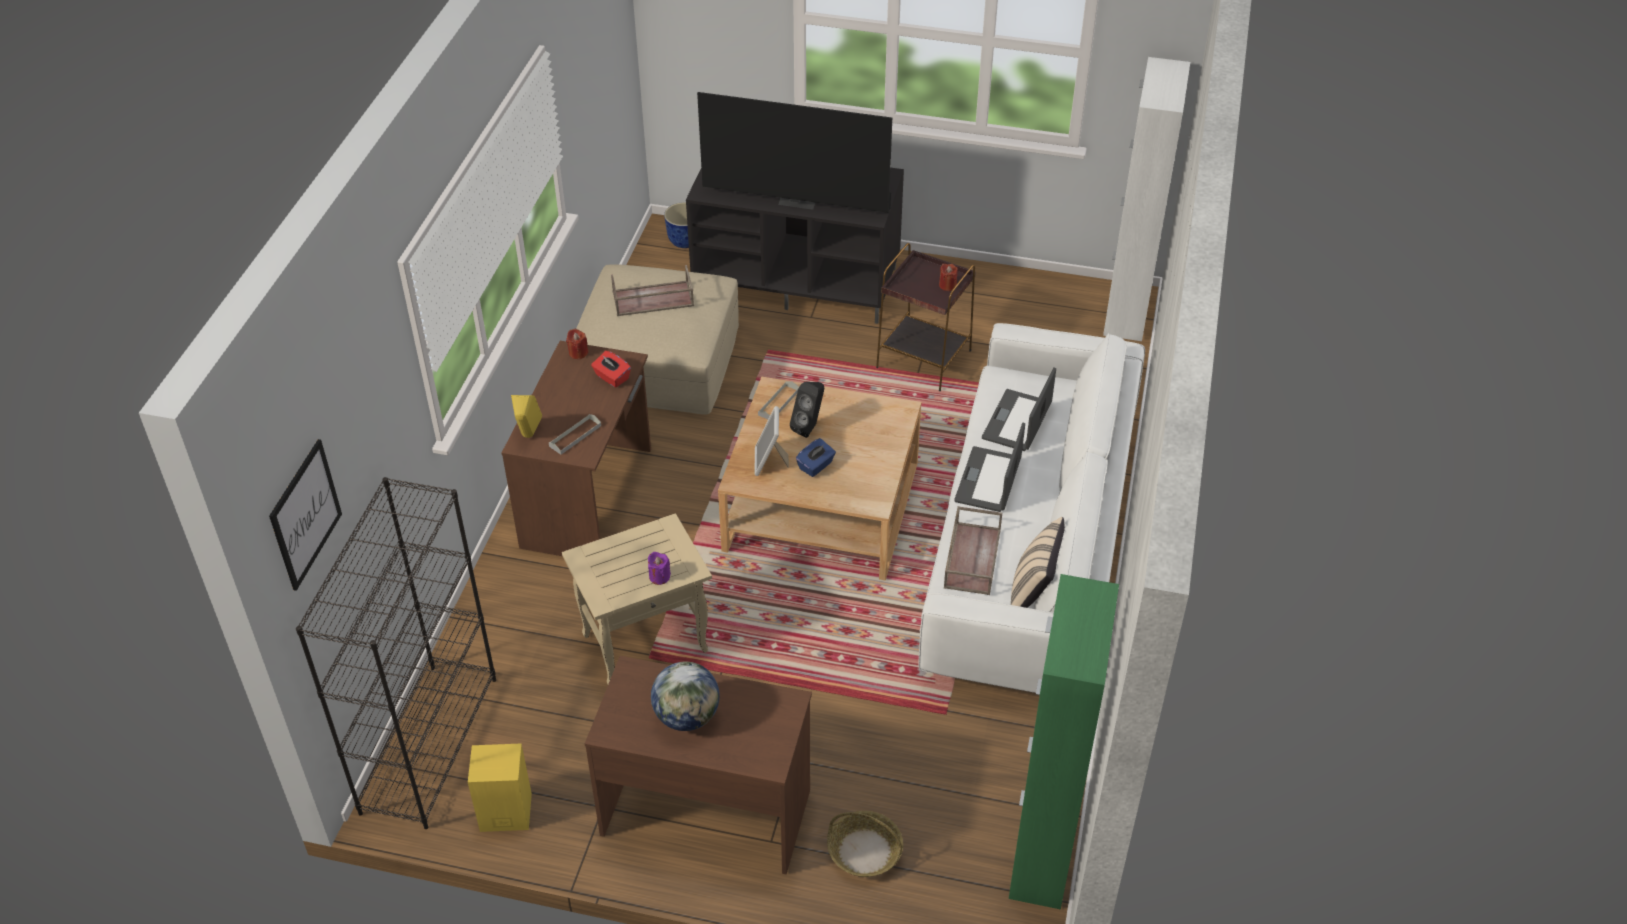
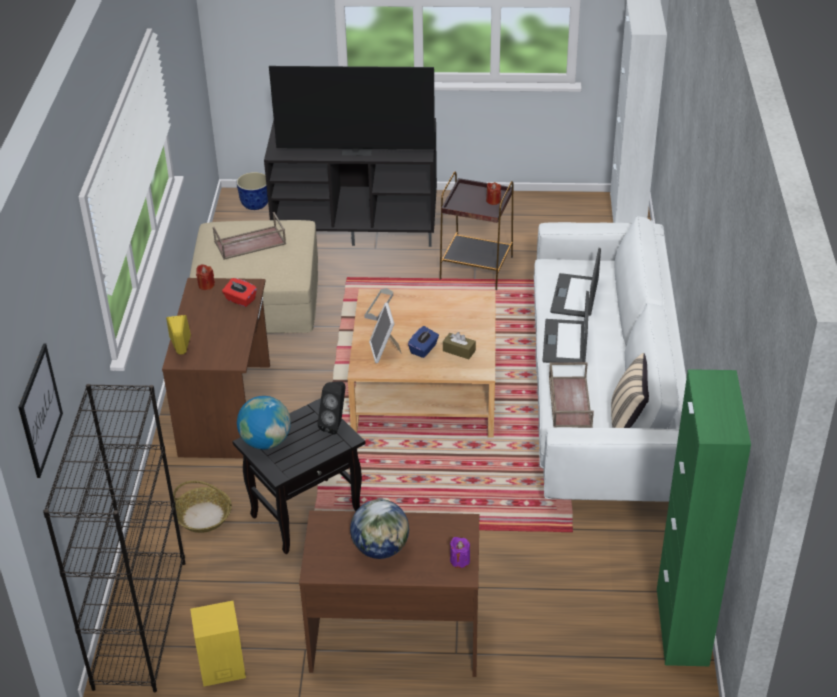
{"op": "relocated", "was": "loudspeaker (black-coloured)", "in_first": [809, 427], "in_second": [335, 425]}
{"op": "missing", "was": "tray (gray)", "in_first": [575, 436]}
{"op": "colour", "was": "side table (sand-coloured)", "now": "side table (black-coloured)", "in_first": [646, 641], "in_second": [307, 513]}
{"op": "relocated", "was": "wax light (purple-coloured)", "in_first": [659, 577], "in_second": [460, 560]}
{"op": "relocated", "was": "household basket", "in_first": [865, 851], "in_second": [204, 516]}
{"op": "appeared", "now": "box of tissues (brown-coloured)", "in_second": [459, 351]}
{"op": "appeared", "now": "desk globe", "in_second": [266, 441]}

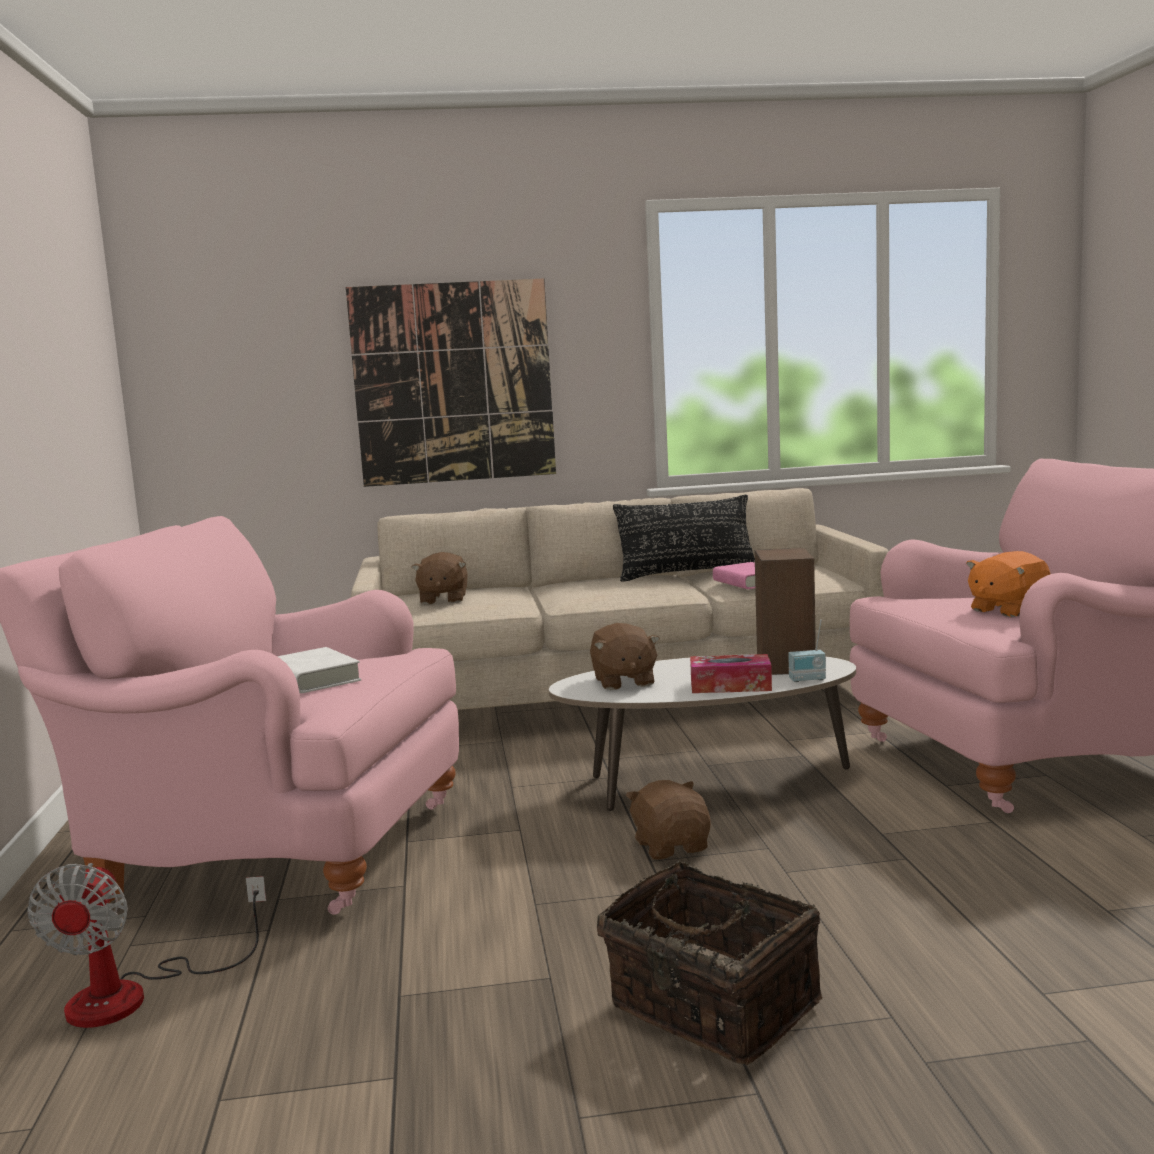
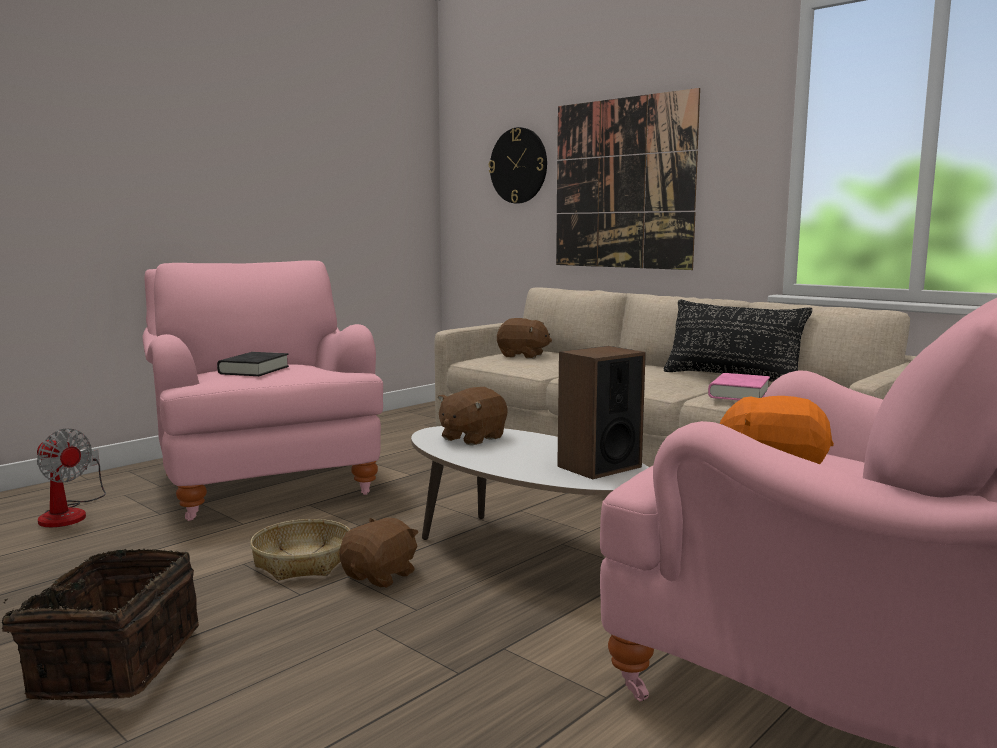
{"op": "spun", "was": "soft toy (brown-coloured)", "in_first": [442, 599], "in_second": [522, 356], "clockwise": -120}
{"op": "missing", "was": "radio receiver", "in_first": [807, 680]}
{"op": "colour", "was": "book (white)", "now": "book (black-coloured)", "in_first": [313, 679], "in_second": [254, 370]}
{"op": "missing", "was": "box of tissues", "in_first": [730, 686]}
{"op": "spun", "was": "fan", "in_first": [134, 994], "in_second": [69, 513], "clockwise": -105}
{"op": "appeared", "now": "hanging clock", "in_second": [518, 165]}
{"op": "appeared", "now": "household basket", "in_second": [302, 562]}

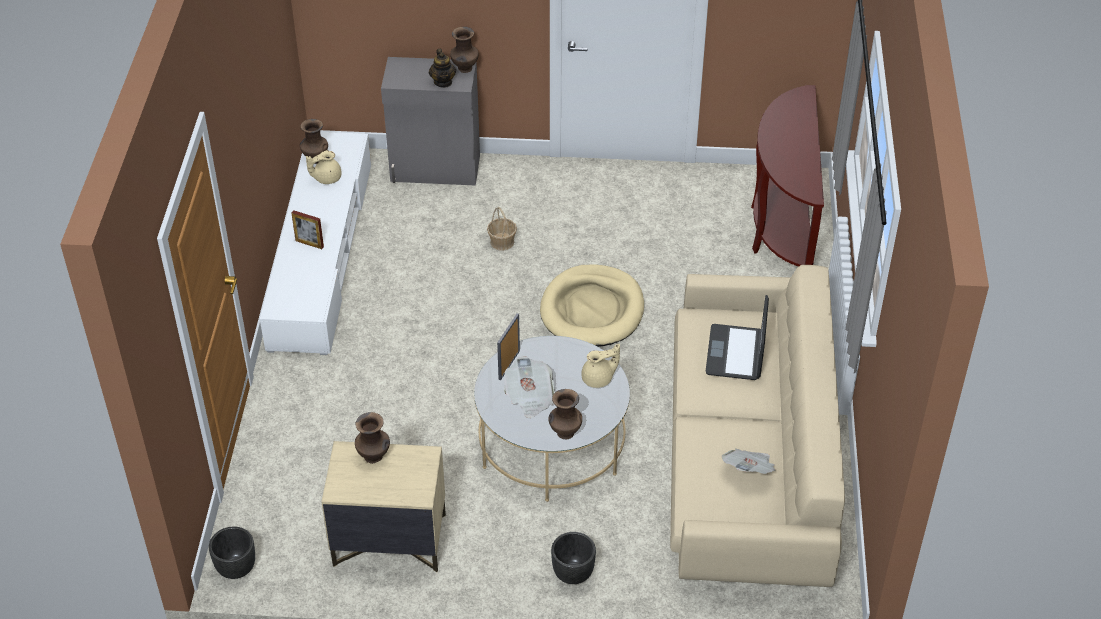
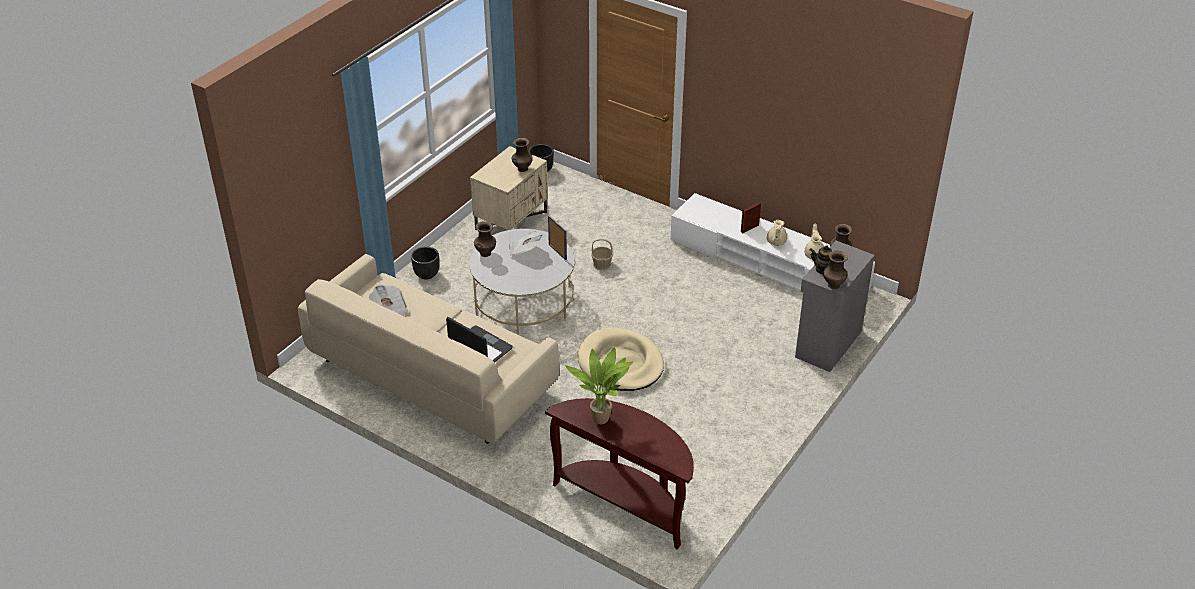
{"op": "relocated", "was": "household basket", "in_first": [502, 242], "in_second": [602, 264]}
{"op": "relocated", "was": "pot for tea (sand-coloured)", "in_first": [599, 379], "in_second": [776, 242]}
{"op": "appeared", "now": "houseplant", "in_second": [602, 418]}

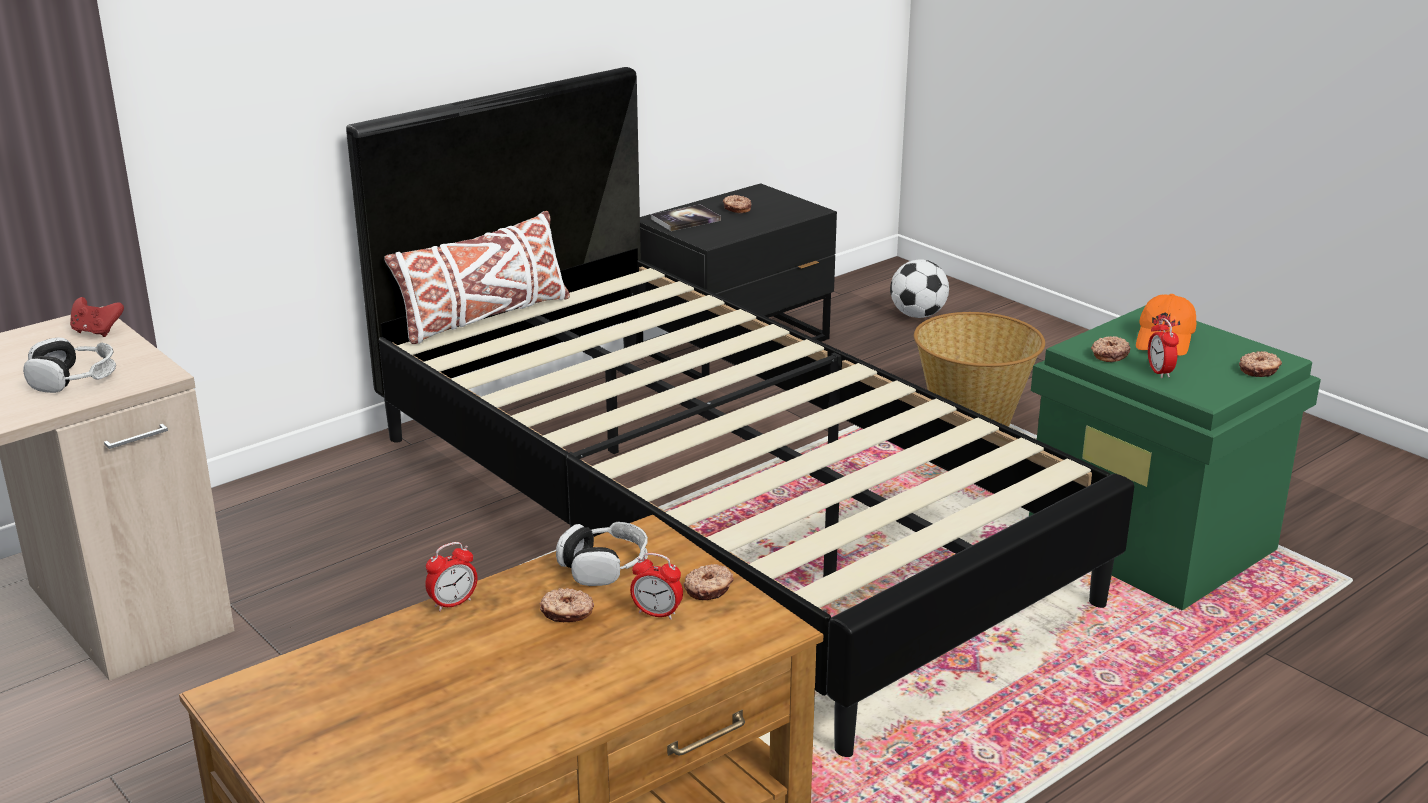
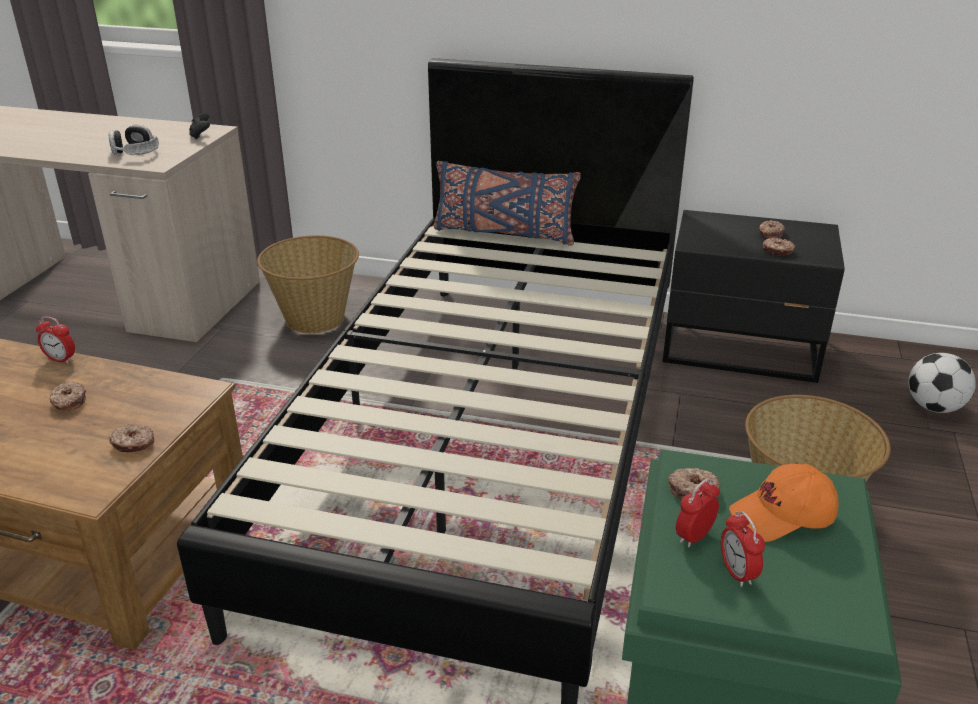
{"op": "missing", "was": "book", "in_first": [685, 219]}
{"op": "colour", "was": "cushion (white)", "now": "cushion (blue-coloured)", "in_first": [484, 317], "in_second": [503, 233]}
{"op": "colour", "was": "game controller (red)", "now": "game controller (black-coloured)", "in_first": [97, 332], "in_second": [201, 136]}
{"op": "relocated", "was": "donut", "in_first": [1259, 370], "in_second": [777, 251]}
{"op": "missing", "was": "headset", "in_first": [604, 566]}
{"op": "relocated", "was": "alarm clock", "in_first": [657, 613], "in_second": [737, 573]}
{"op": "appeared", "now": "household basket", "in_second": [315, 318]}

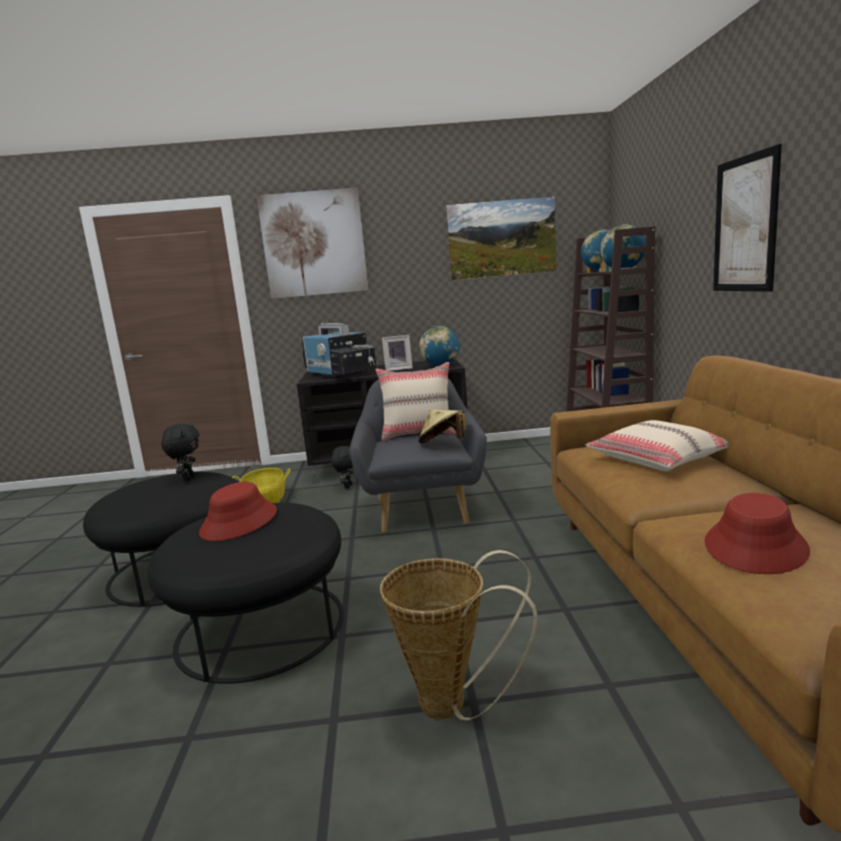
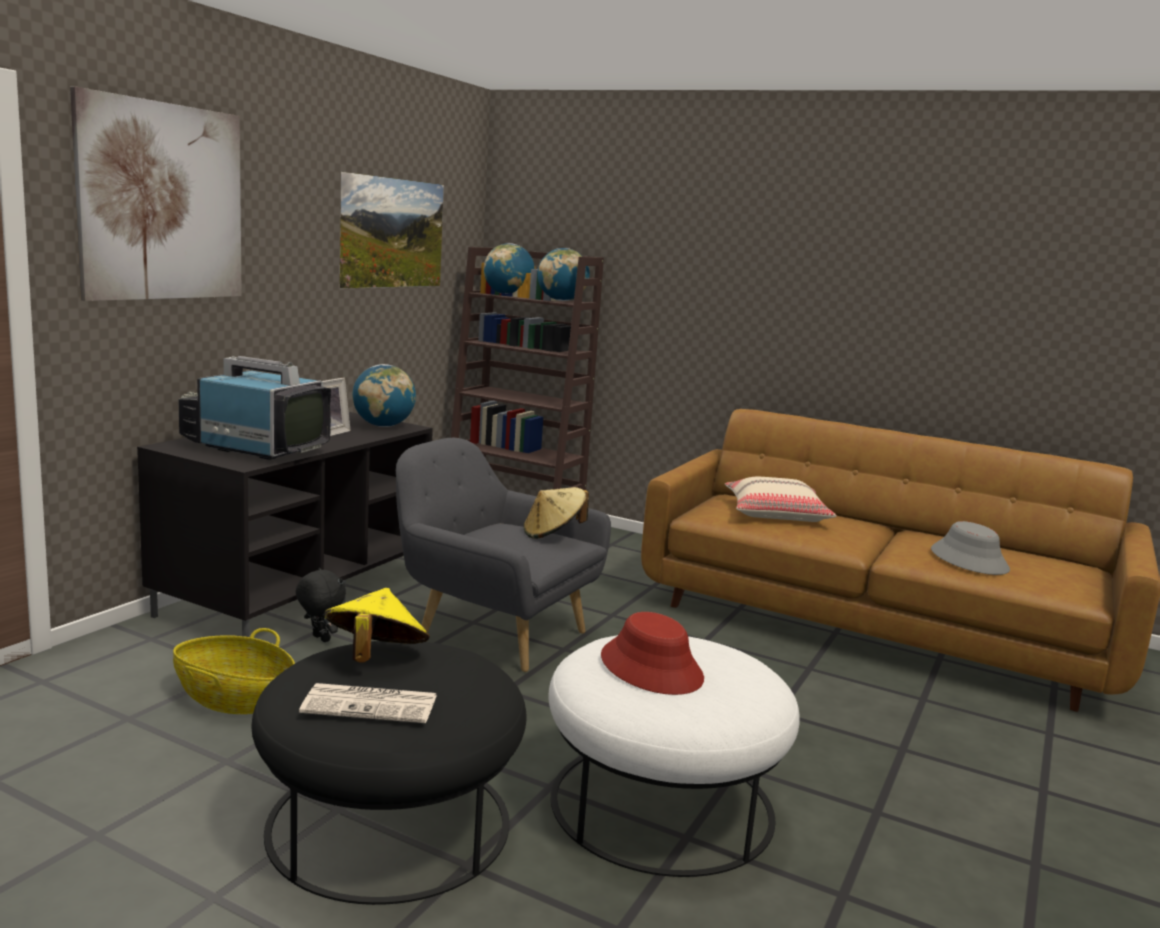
{"op": "missing", "was": "picture", "in_first": [745, 224]}
{"op": "spun", "was": "TV", "in_first": [340, 374], "in_second": [255, 448], "clockwise": -150}
{"op": "missing", "was": "cushion (sand-coloured)", "in_first": [418, 434]}
{"op": "exchanged", "was": "soft toy (black-coloured)", "now": "hat (yellowish)", "in_first": [188, 478], "in_second": [375, 657]}
{"op": "colour", "was": "hat (red)", "now": "hat (gray)", "in_first": [755, 547], "in_second": [969, 560]}
{"op": "colour", "was": "footrest (black-coloured)", "now": "footrest (white)", "in_first": [261, 626], "in_second": [661, 803]}
{"op": "missing", "was": "household basket", "in_first": [454, 704]}
{"op": "appeared", "now": "daily paper", "in_second": [372, 704]}

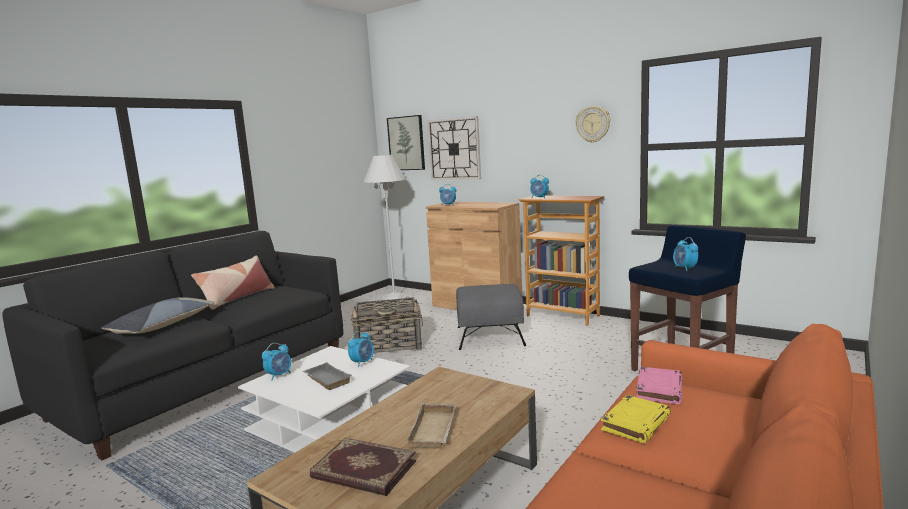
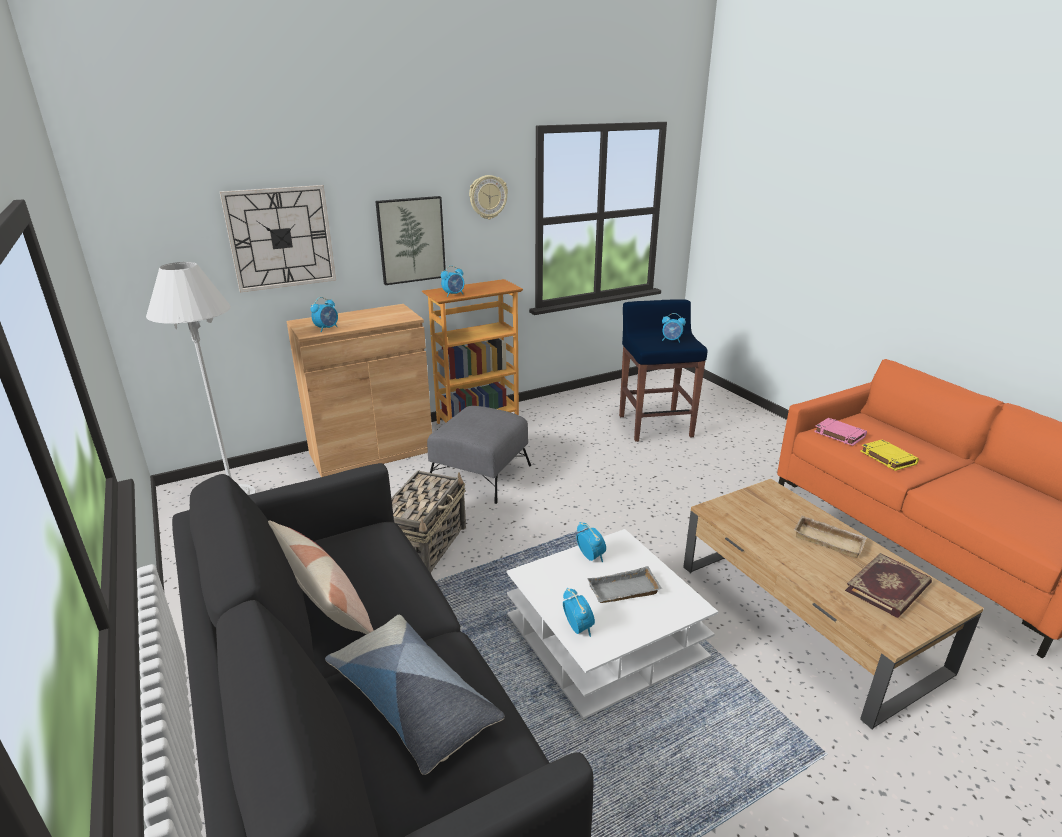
{"op": "relocated", "was": "picture", "in_first": [406, 143], "in_second": [411, 240]}

